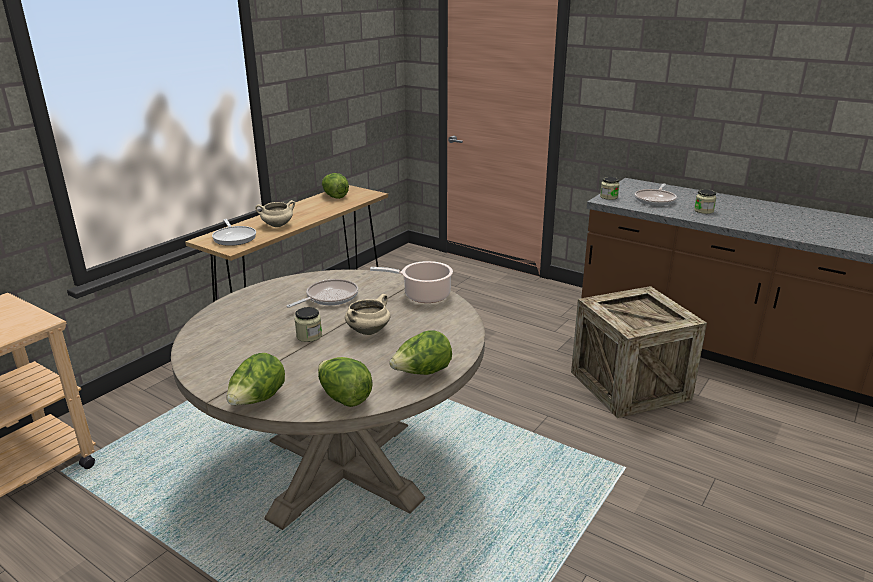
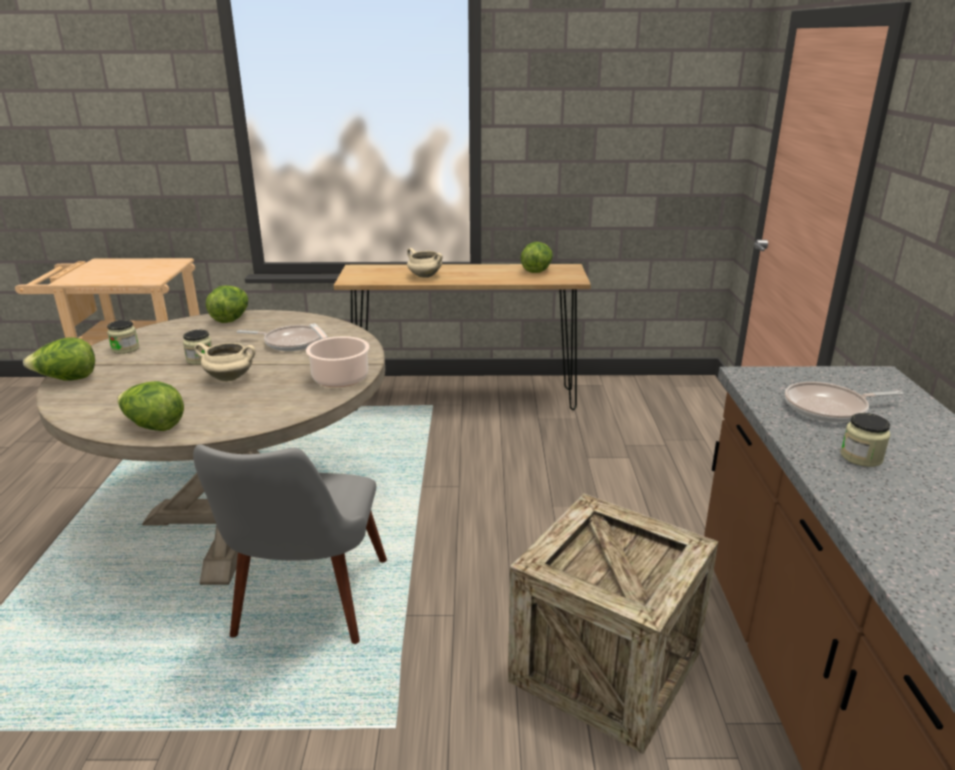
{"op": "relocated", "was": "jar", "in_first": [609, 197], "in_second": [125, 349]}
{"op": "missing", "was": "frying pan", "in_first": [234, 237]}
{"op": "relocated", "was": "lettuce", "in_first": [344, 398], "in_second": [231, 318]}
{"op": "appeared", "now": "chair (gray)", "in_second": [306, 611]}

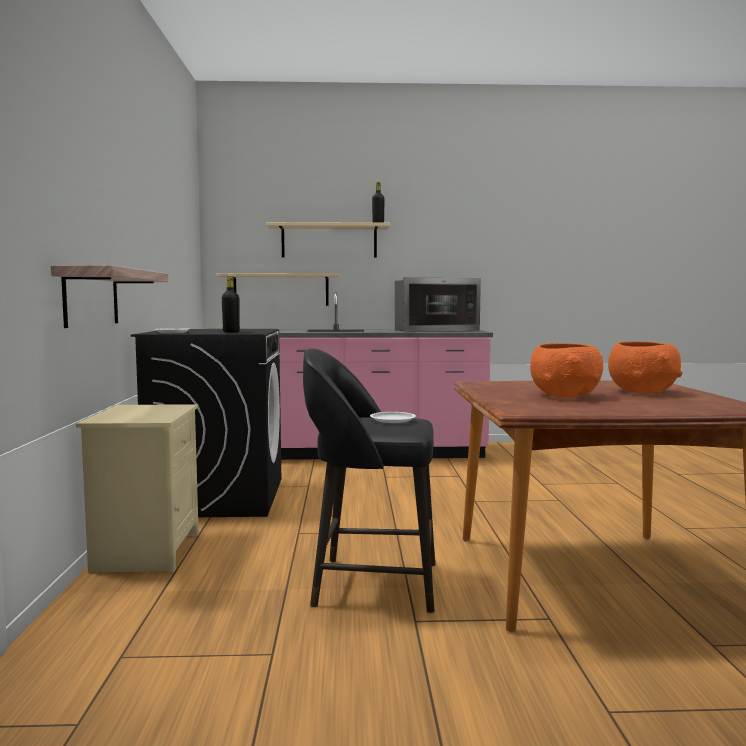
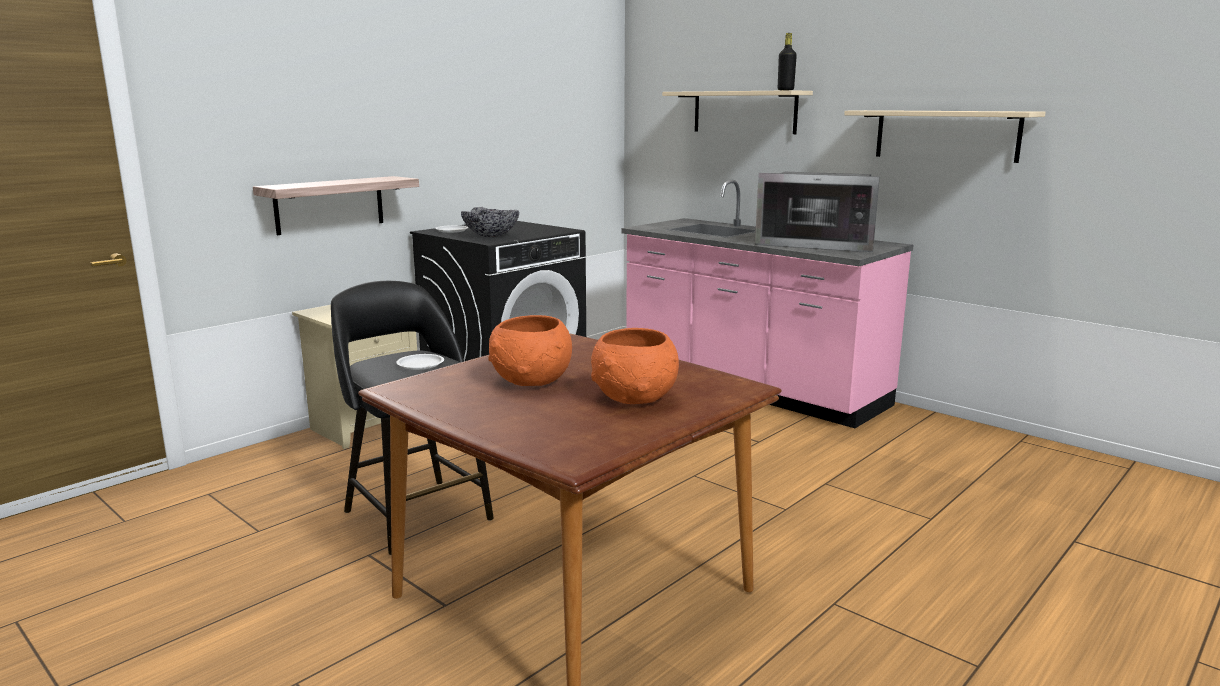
{"op": "relocated", "was": "shelf (sand-coloured)", "in_first": [281, 290], "in_second": [946, 135]}
{"op": "exchanged", "was": "beverage bottle (black-coloured)", "now": "serving bowl", "in_first": [231, 332], "in_second": [491, 236]}

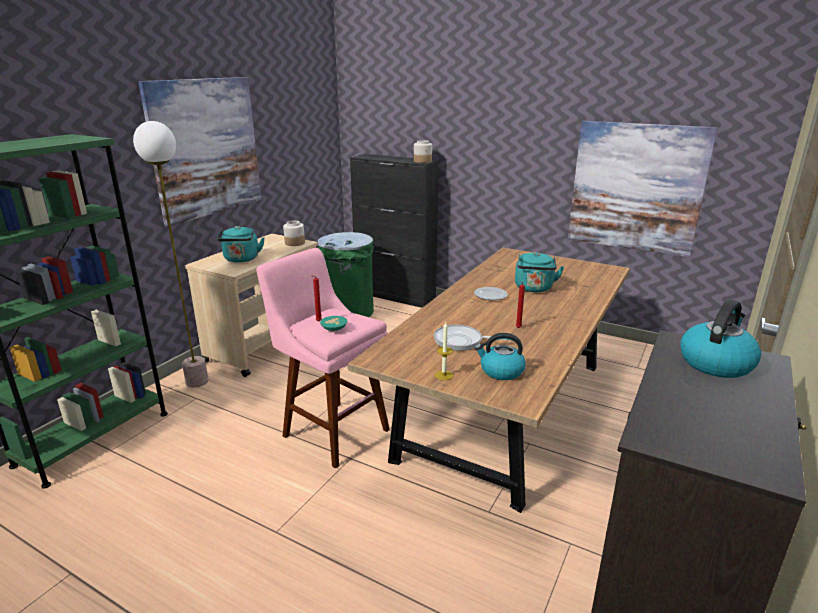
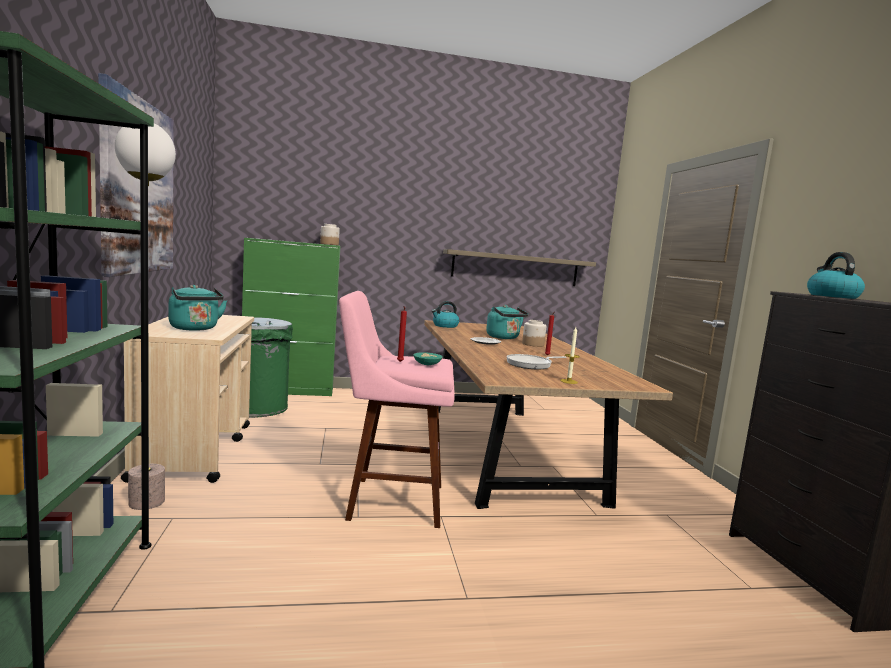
{"op": "exchanged", "was": "picture", "now": "shelf", "in_first": [636, 188], "in_second": [515, 268]}
{"op": "colour", "was": "cabinet (black-coloured)", "now": "cabinet (green-coloured)", "in_first": [395, 296], "in_second": [288, 390]}
{"op": "relocated", "was": "jar", "in_first": [294, 243], "in_second": [533, 344]}
{"op": "relocated", "was": "water kettle", "in_first": [501, 371], "in_second": [445, 326]}

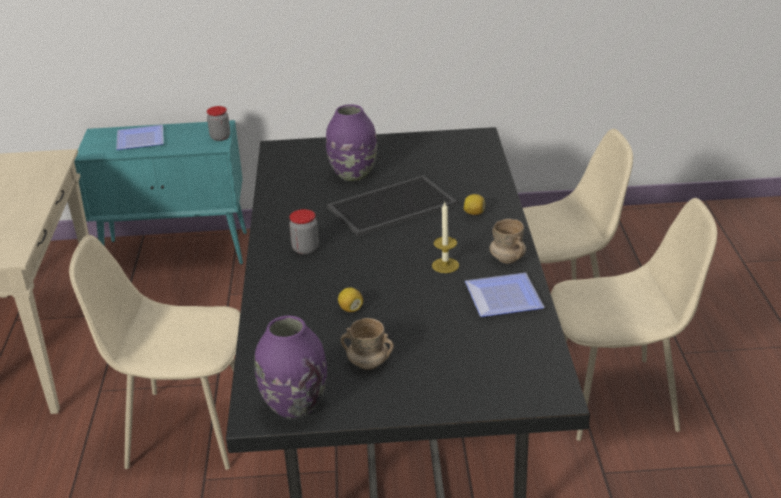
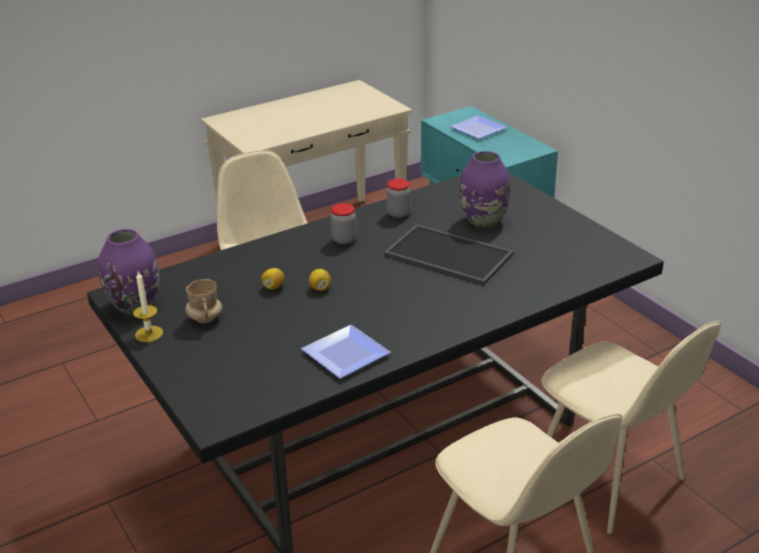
{"op": "relocated", "was": "jar", "in_first": [220, 137], "in_second": [398, 213]}
{"op": "relocated", "was": "citrus fruit", "in_first": [474, 213], "in_second": [320, 288]}
{"op": "relocated", "was": "wax light", "in_first": [445, 265], "in_second": [149, 334]}
{"op": "missing", "was": "tea mug (sand-coloured)", "in_first": [507, 258]}

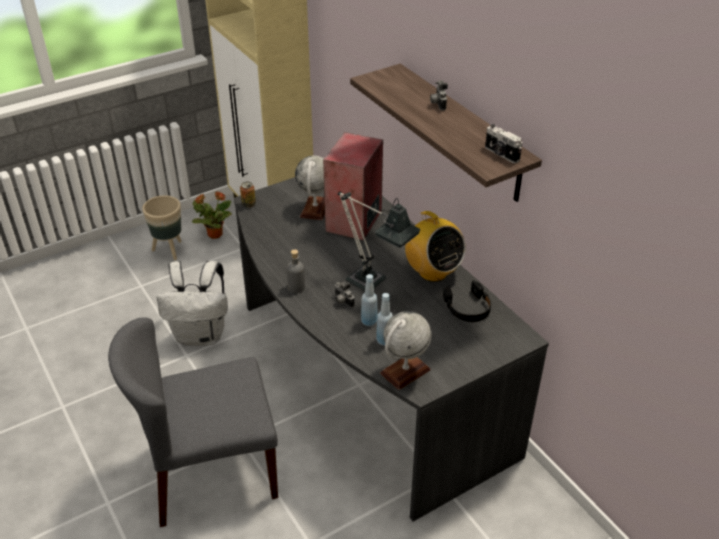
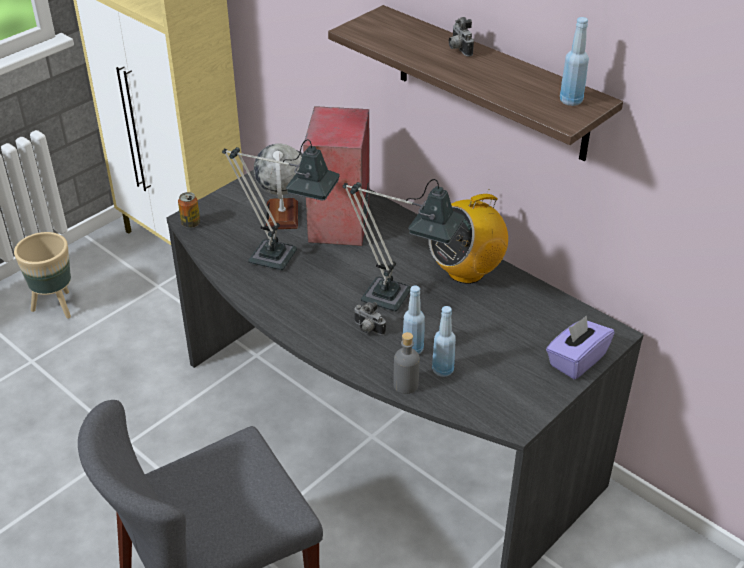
{"op": "exchanged", "was": "photo camera", "now": "beverage bottle (blue-coloured)", "in_first": [501, 154], "in_second": [571, 101]}
{"op": "missing", "was": "houseplant", "in_first": [214, 234]}
{"op": "spun", "was": "radio receiver", "in_first": [432, 272], "in_second": [466, 271], "clockwise": 105}
{"op": "relocated", "was": "beverage bottle (gray)", "in_first": [296, 287], "in_second": [406, 385]}
{"op": "missing", "was": "rucksack (white)", "in_first": [201, 335]}
{"op": "missing", "was": "headset (black-coloured)", "in_first": [468, 308]}
{"op": "missing", "was": "desk globe", "in_first": [405, 371]}
{"op": "appeared", "now": "table lamp", "in_second": [283, 259]}
{"op": "appeared", "now": "box of tissues (purple-coloured)", "in_second": [576, 360]}

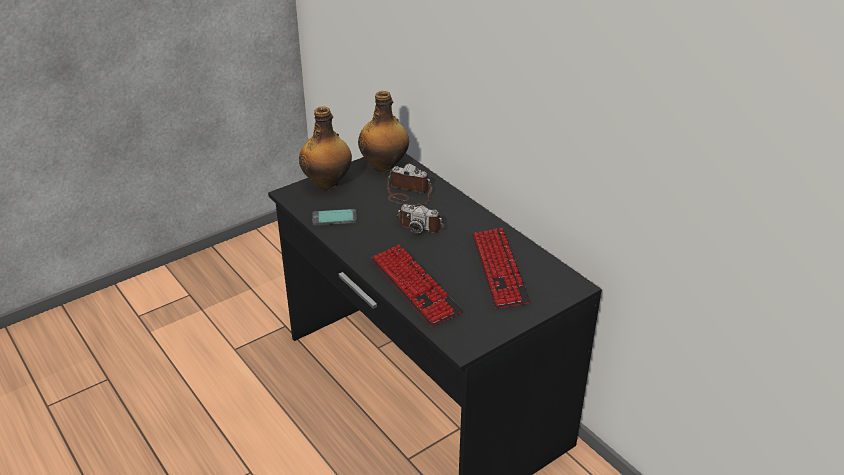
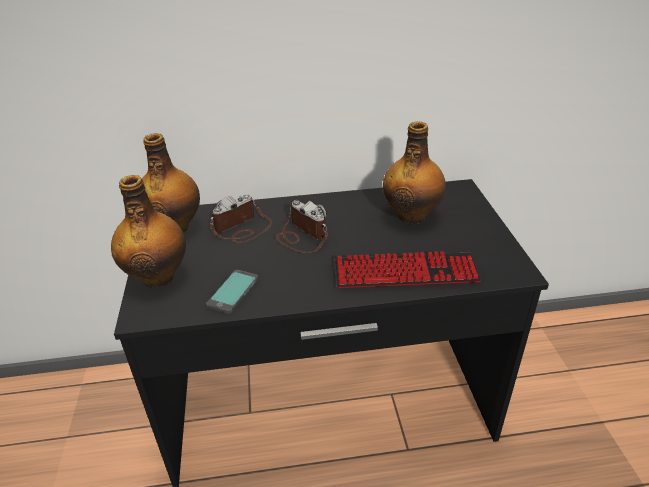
{"op": "spun", "was": "photo camera", "in_first": [421, 223], "in_second": [302, 236], "clockwise": -90}
{"op": "exchanged", "was": "computer keyboard", "now": "beverage bottle", "in_first": [499, 269], "in_second": [412, 215]}

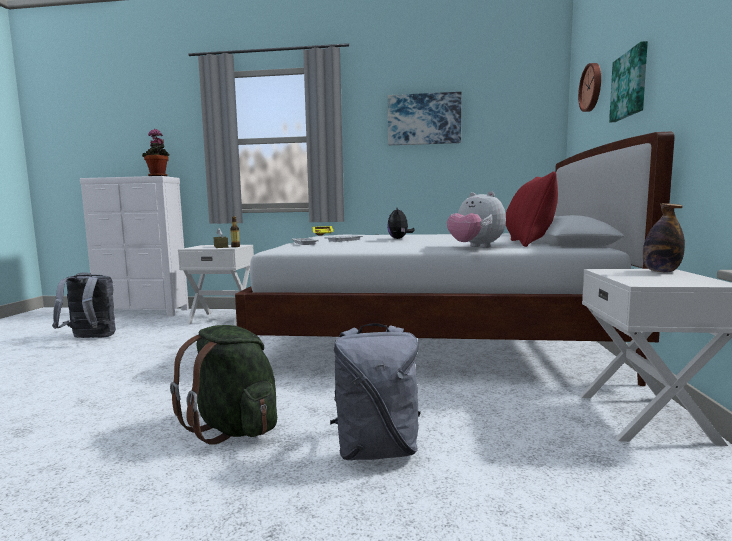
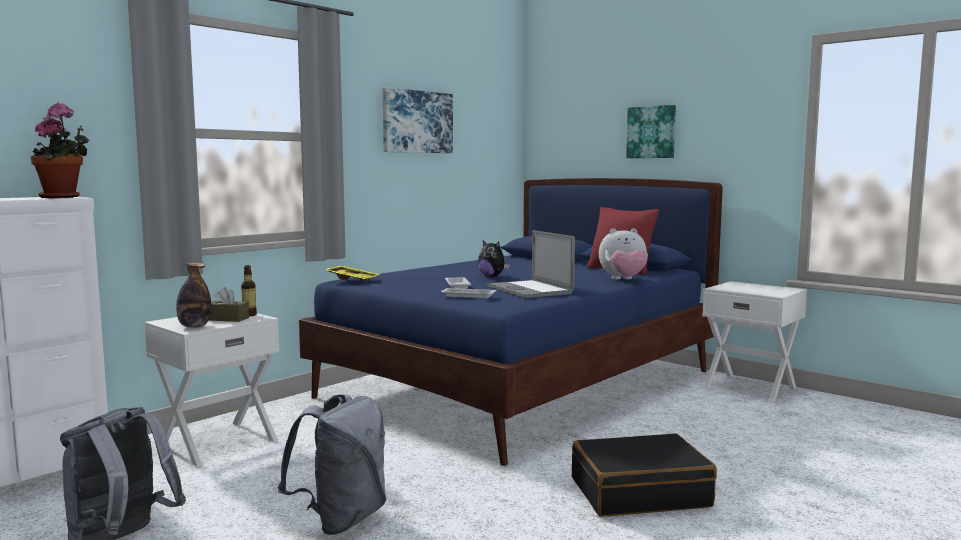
{"op": "missing", "was": "hanging clock", "in_first": [592, 87]}
{"op": "colour", "was": "sleeping bed (white)", "now": "sleeping bed (blue-coloured)", "in_first": [432, 339], "in_second": [521, 384]}
{"op": "relocated", "was": "beverage bottle", "in_first": [661, 271], "in_second": [194, 326]}
{"op": "relocated", "was": "rucksack (gray)", "in_first": [376, 450], "in_second": [341, 520]}
{"op": "exchanged", "was": "rucksack (green-coloured)", "now": "travel case (black-coloured)", "in_first": [234, 428], "in_second": [639, 492]}
{"op": "appeared", "now": "notebook computer", "in_second": [529, 290]}

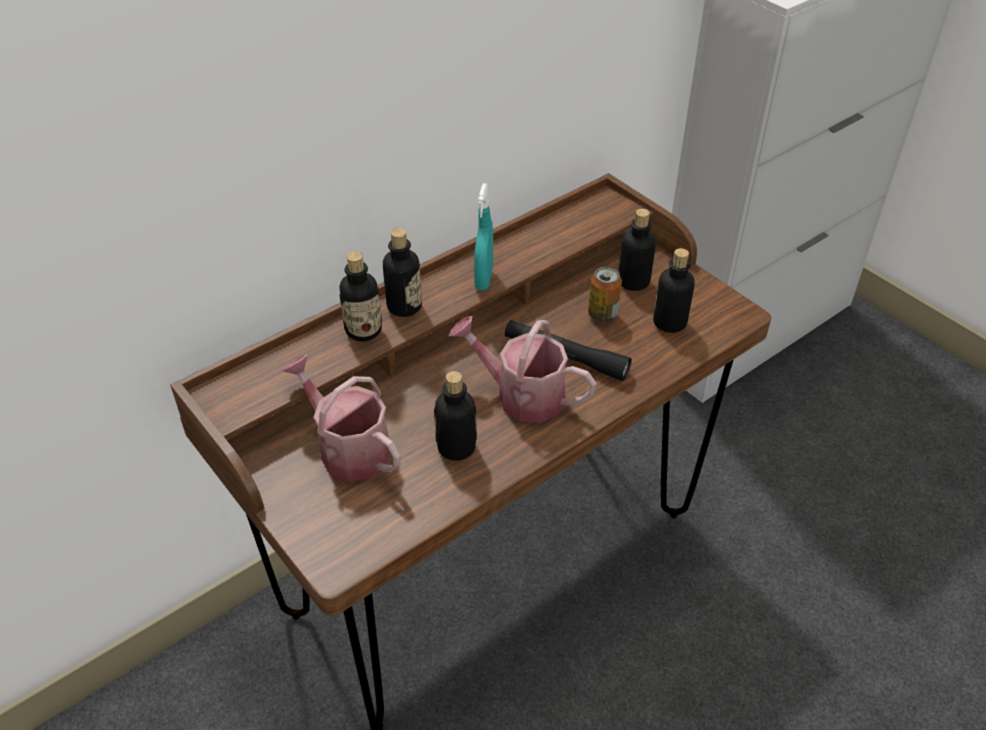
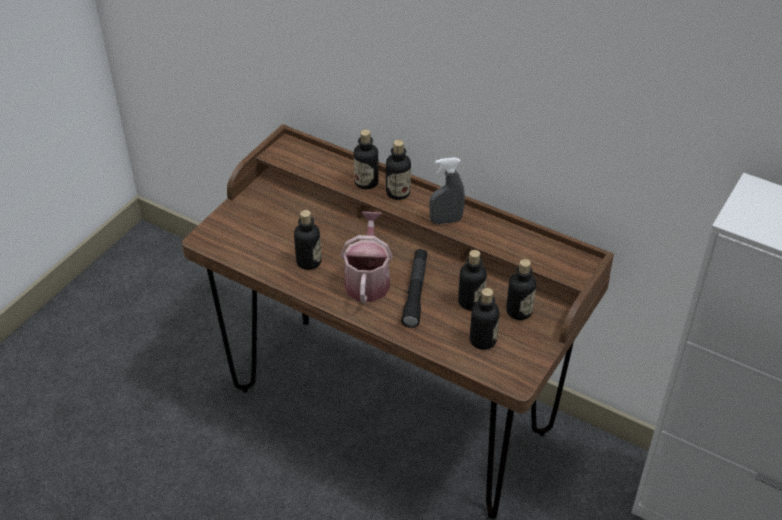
{"op": "colour", "was": "spray bottle (turquoise-coloured)", "now": "spray bottle (gray)", "in_first": [484, 279], "in_second": [446, 221]}
{"op": "exchanged", "was": "sealed can", "now": "beverage bottle", "in_first": [602, 314], "in_second": [471, 302]}
{"op": "missing", "was": "sprinkling can", "in_first": [348, 448]}

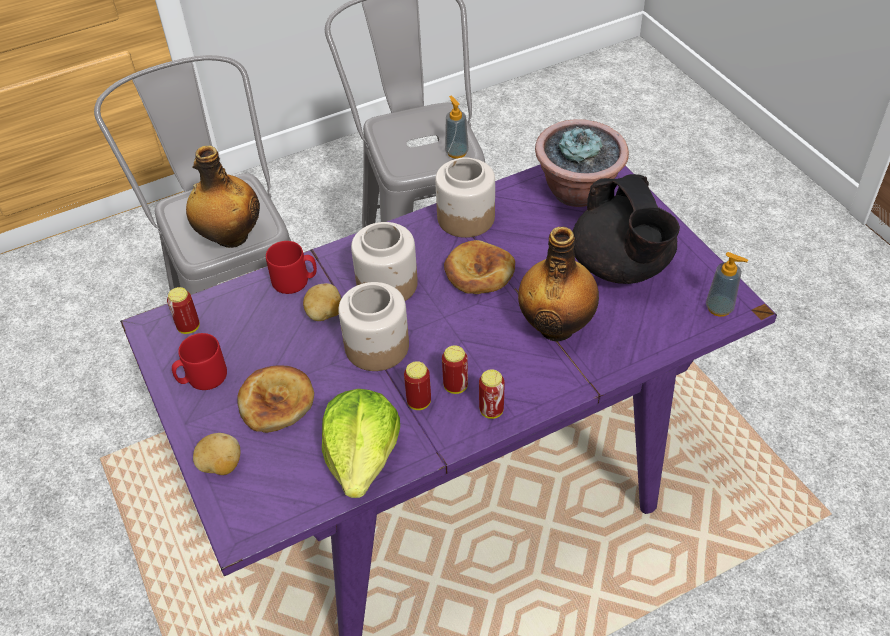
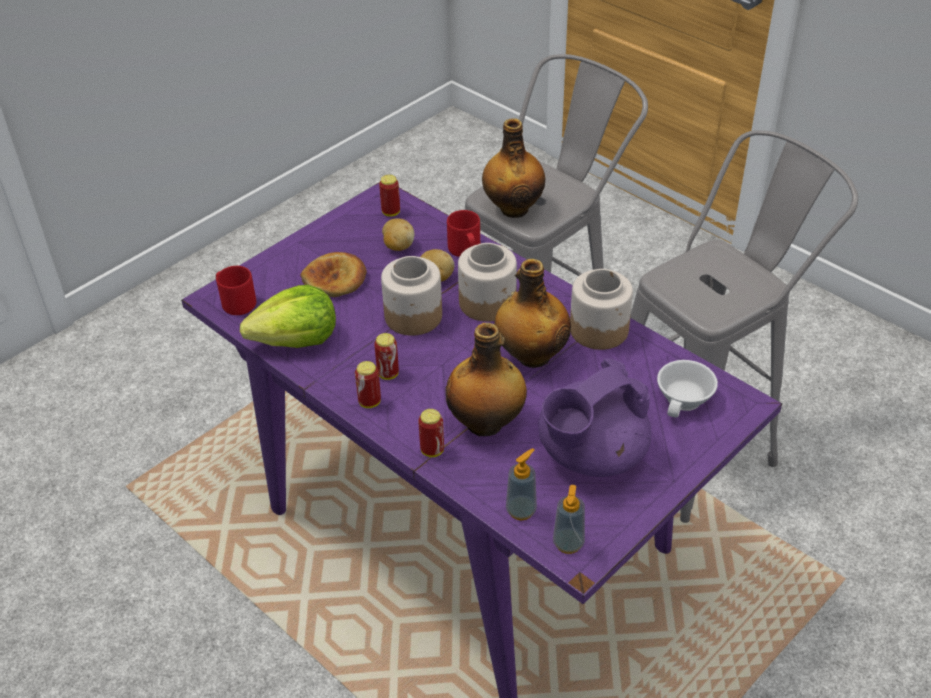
{"op": "relocated", "was": "soap dispenser", "in_first": [456, 152], "in_second": [521, 510]}
{"op": "exchanged", "was": "houseplant", "now": "small cup (white)", "in_first": [578, 191], "in_second": [685, 400]}
{"op": "colour", "was": "pot for tea (black-coloured)", "now": "pot for tea (purple-coloured)", "in_first": [621, 266], "in_second": [590, 455]}
{"op": "exchanged", "was": "bakery bread", "now": "beverage bottle", "in_first": [479, 272], "in_second": [531, 355]}
{"op": "relocated", "was": "tea mug (red)", "in_first": [202, 378], "in_second": [236, 303]}
{"op": "relocated", "was": "sealed can", "in_first": [419, 402], "in_second": [432, 450]}
{"op": "relocated", "was": "whole potato", "in_first": [221, 466], "in_second": [398, 246]}

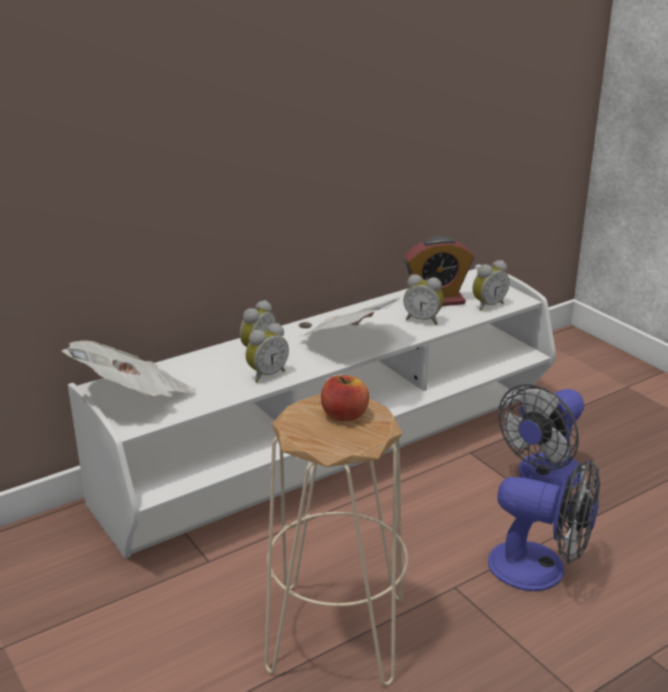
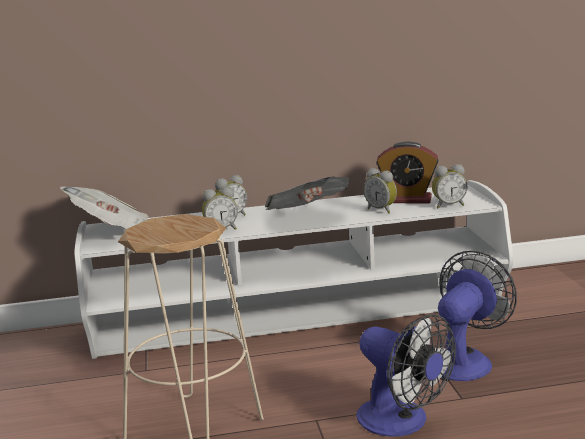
{"op": "missing", "was": "apple fruit", "in_first": [344, 415]}
{"op": "spun", "was": "fan", "in_first": [544, 477], "in_second": [465, 360], "clockwise": 150}

